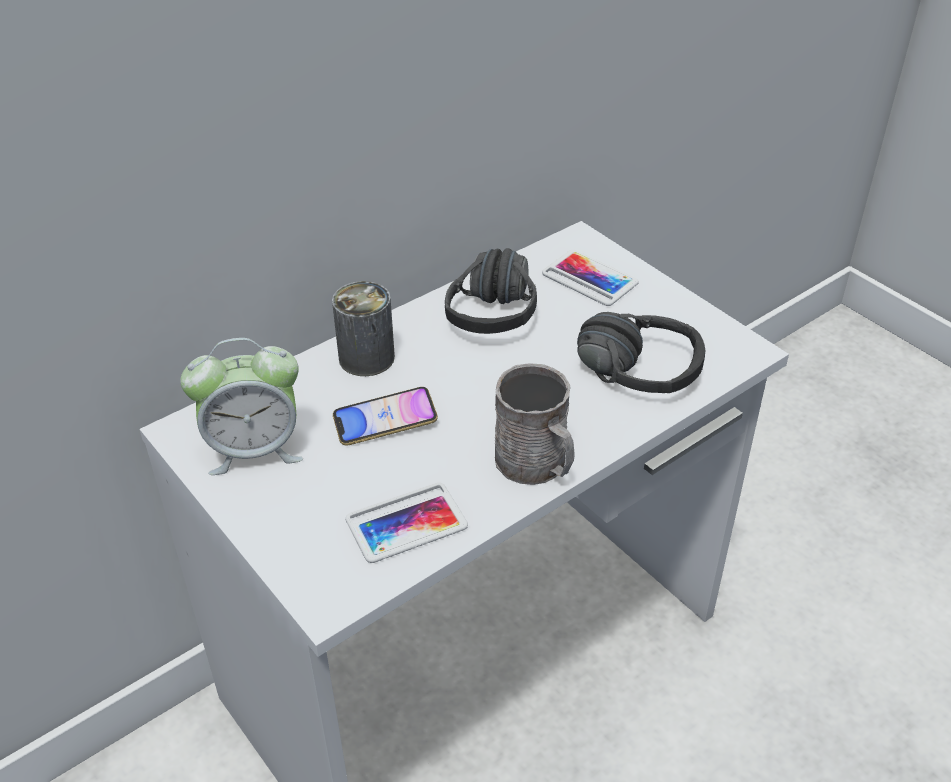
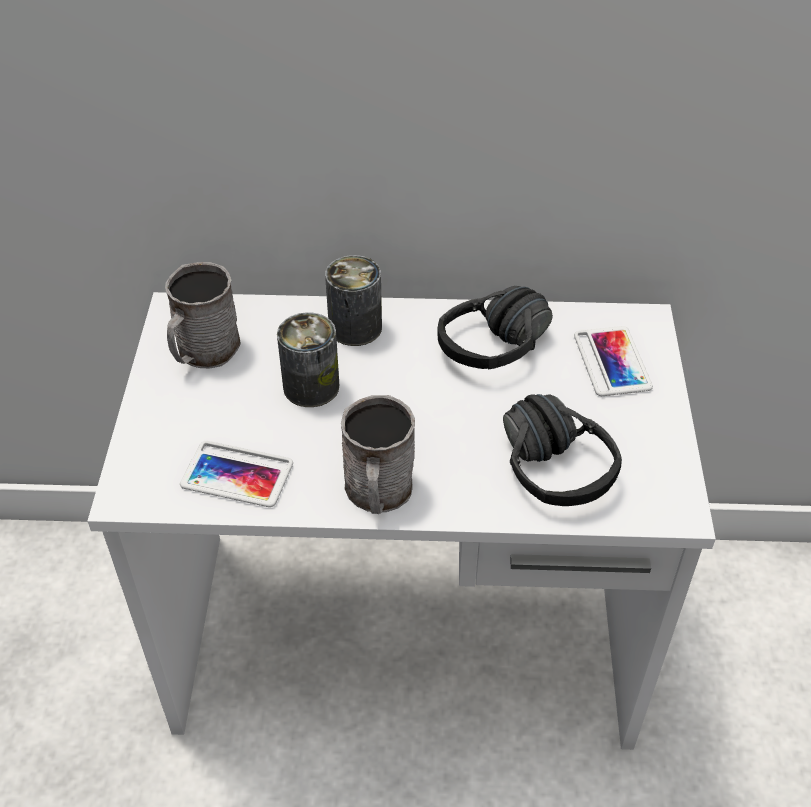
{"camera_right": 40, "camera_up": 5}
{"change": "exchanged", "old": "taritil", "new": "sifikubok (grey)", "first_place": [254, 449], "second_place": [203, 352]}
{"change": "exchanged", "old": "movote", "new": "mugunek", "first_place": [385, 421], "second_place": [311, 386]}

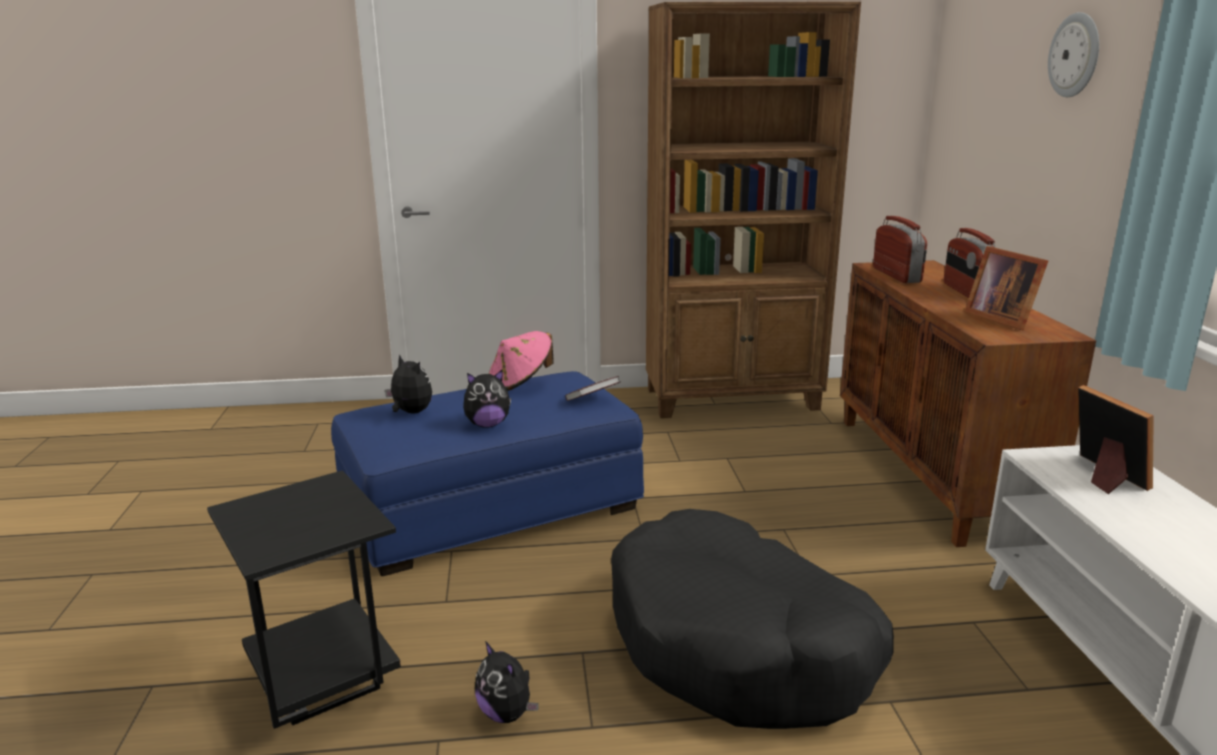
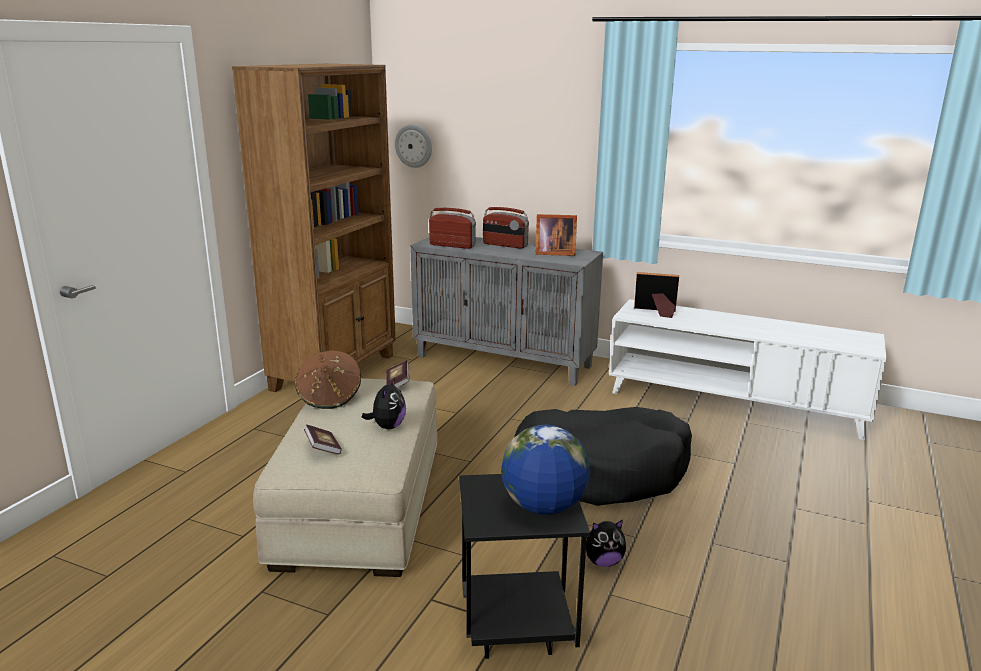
{"camera_right": -60, "camera_up": 0}
{"change": "relocated", "old": "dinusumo", "first_place": [1075, 55], "second_place": [414, 146]}
{"change": "colour", "old": "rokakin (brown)", "new": "rokakin (grey)", "first_place": [933, 474], "second_place": [505, 361]}
{"change": "colour", "old": "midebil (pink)", "new": "midebil (brown)", "first_place": [521, 382], "second_place": [330, 397]}
{"change": "exchanged", "old": "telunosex", "new": "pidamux", "first_place": [410, 412], "second_place": [323, 448]}
{"change": "colour", "old": "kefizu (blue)", "new": "kefizu (beige)", "first_place": [491, 508], "second_place": [360, 504]}
{"change": "appeared", "new": "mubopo", "second_place": [543, 507]}

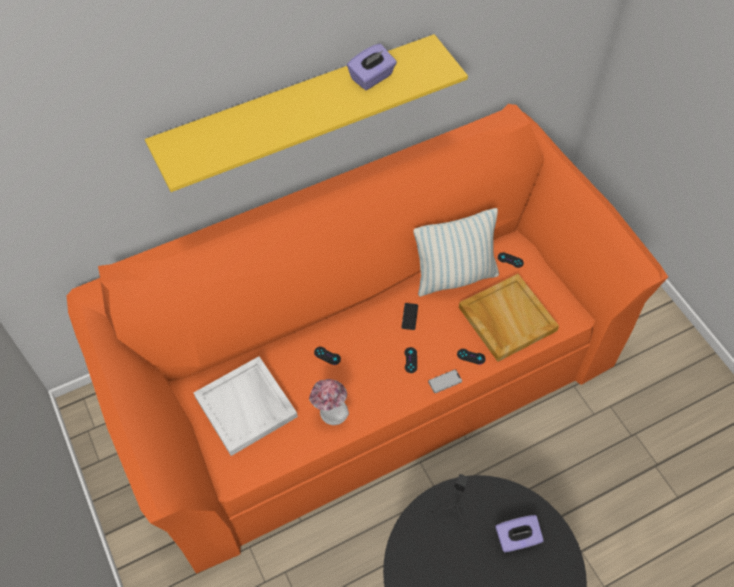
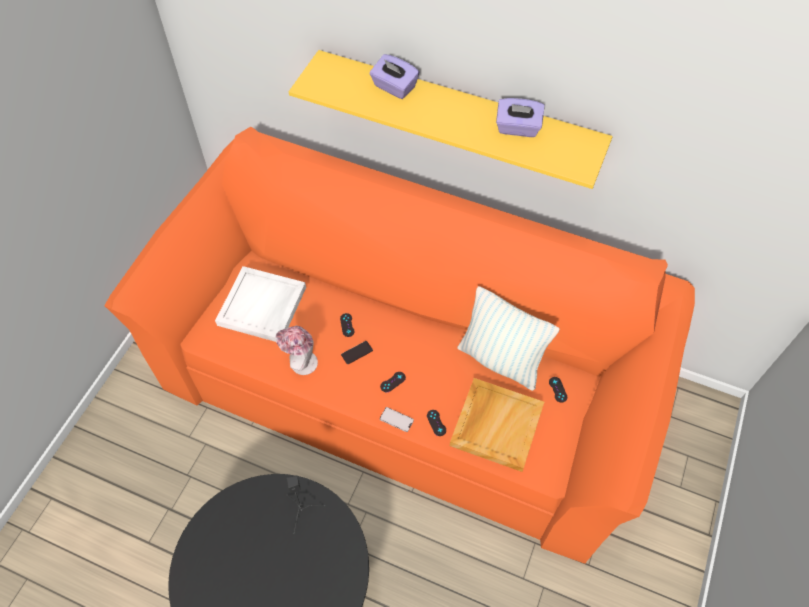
{"camera_right": 50, "camera_up": 0}
{"change": "relocated", "old": "movote", "first_place": [409, 316], "second_place": [357, 352]}
{"change": "relocated", "old": "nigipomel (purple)", "first_place": [517, 539], "second_place": [394, 87]}

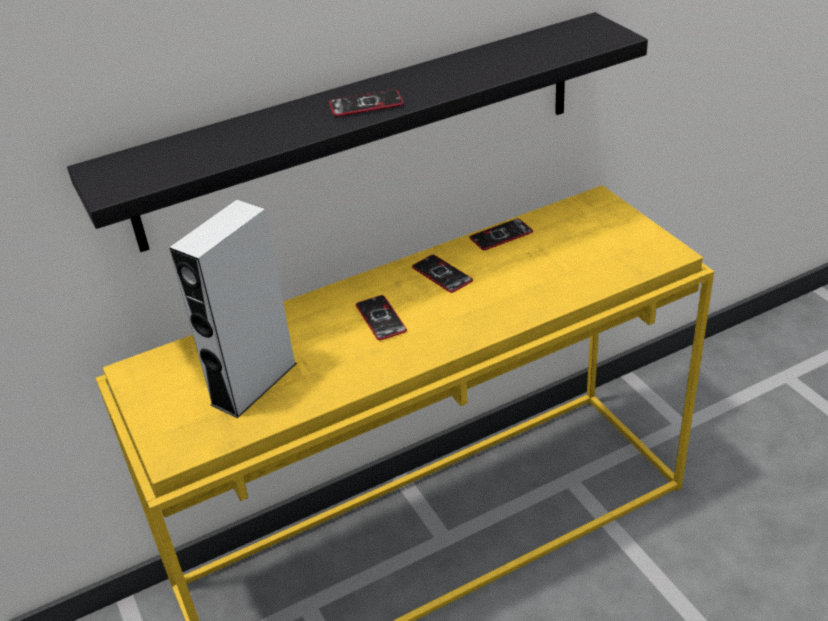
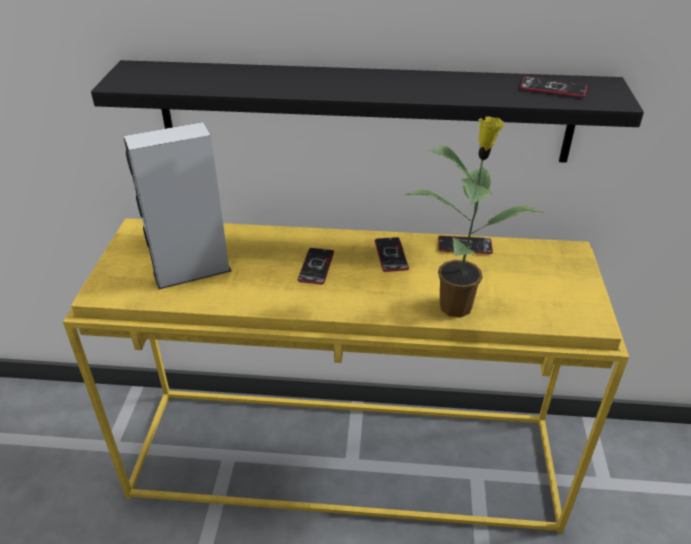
{"camera_right": 30, "camera_up": 0}
{"change": "relocated", "old": "movote", "first_place": [366, 104], "second_place": [553, 88]}
{"change": "appeared", "new": "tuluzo", "second_place": [457, 305]}

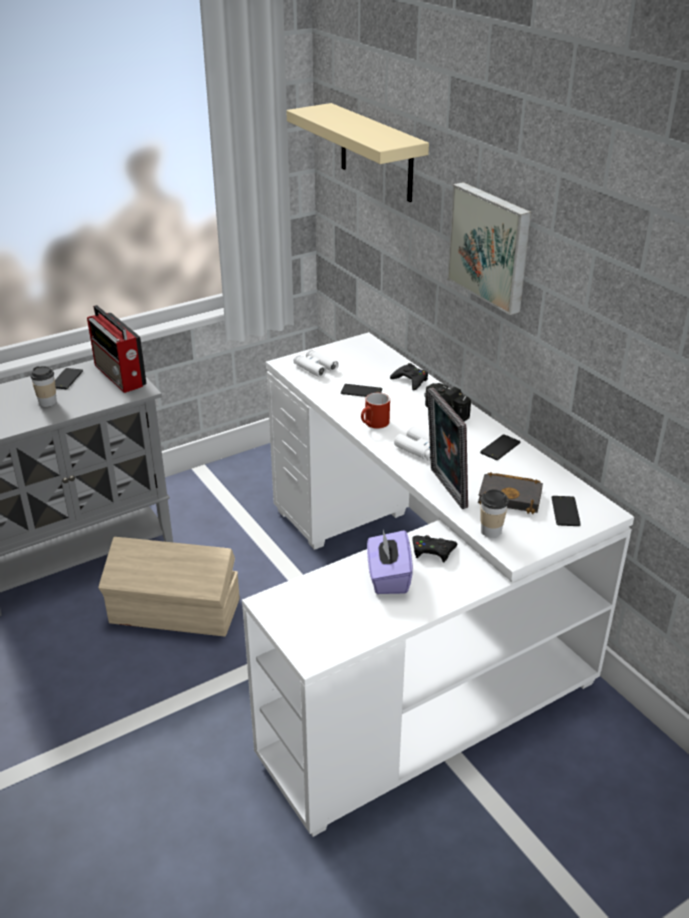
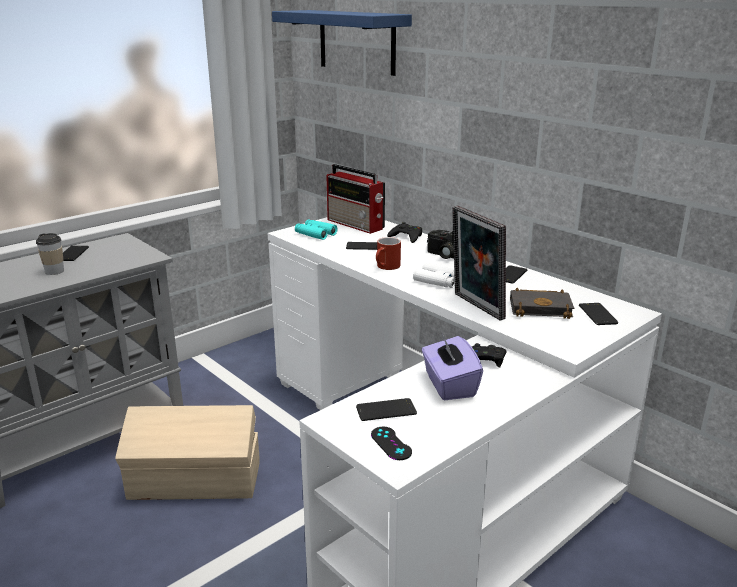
{"camera_right": -10, "camera_up": -10}
{"change": "colour", "old": "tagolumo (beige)", "new": "tagolumo (blue)", "first_place": [376, 153], "second_place": [356, 41]}
{"change": "missing", "old": "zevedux", "first_place": [491, 246]}
{"change": "relocated", "old": "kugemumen", "first_place": [120, 376], "second_place": [356, 224]}
{"change": "colour", "old": "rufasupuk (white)", "new": "rufasupuk (turquoise)", "first_place": [315, 368], "second_place": [315, 234]}
{"change": "missing", "old": "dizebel", "first_place": [491, 531]}
{"change": "appeared", "new": "movote", "second_place": [386, 410]}
{"change": "appeared", "new": "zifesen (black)", "second_place": [391, 443]}

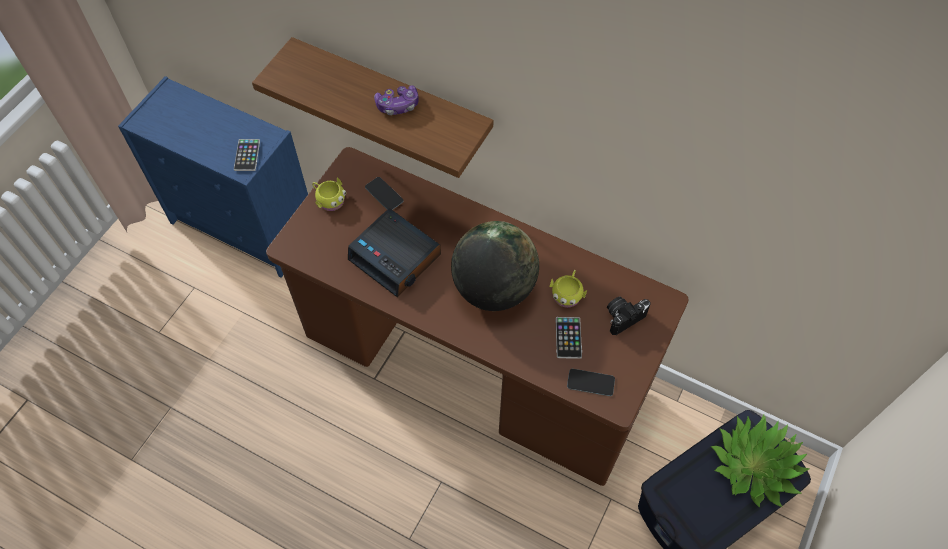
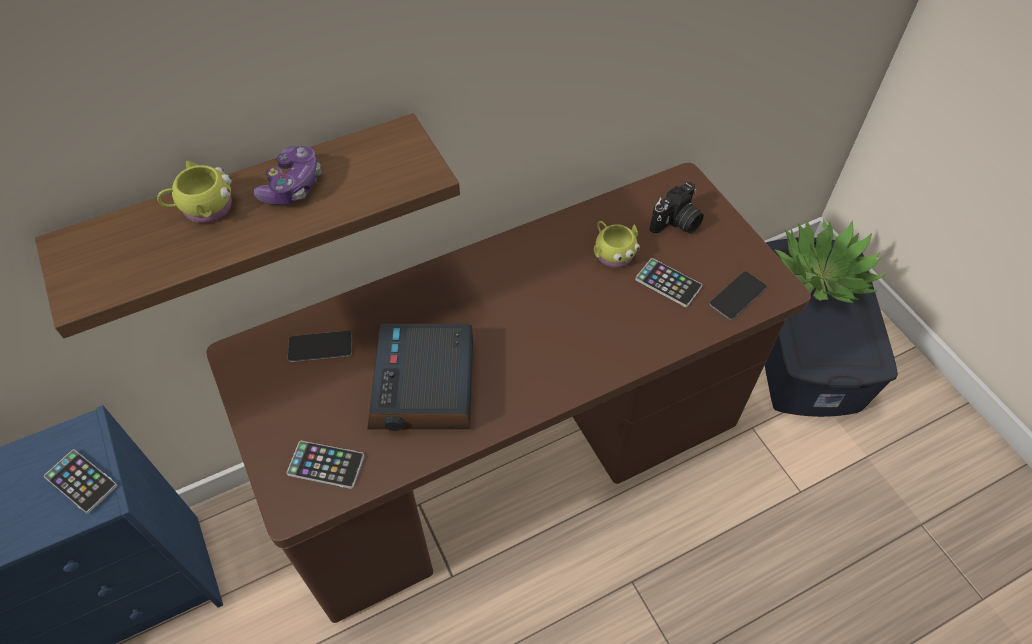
{"camera_right": -55, "camera_up": -5}
{"change": "relocated", "old": "sifikubok (yellow)", "first_place": [329, 200], "second_place": [203, 208]}
{"change": "spun", "old": "taritil", "first_place": [396, 257], "second_place": [424, 386], "degrees": 105}
{"change": "missing", "old": "mubopo", "first_place": [494, 288]}
{"change": "spun", "old": "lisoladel", "first_place": [623, 317], "second_place": [677, 223], "degrees": -135}
{"change": "appeared", "new": "movote", "second_place": [326, 465]}

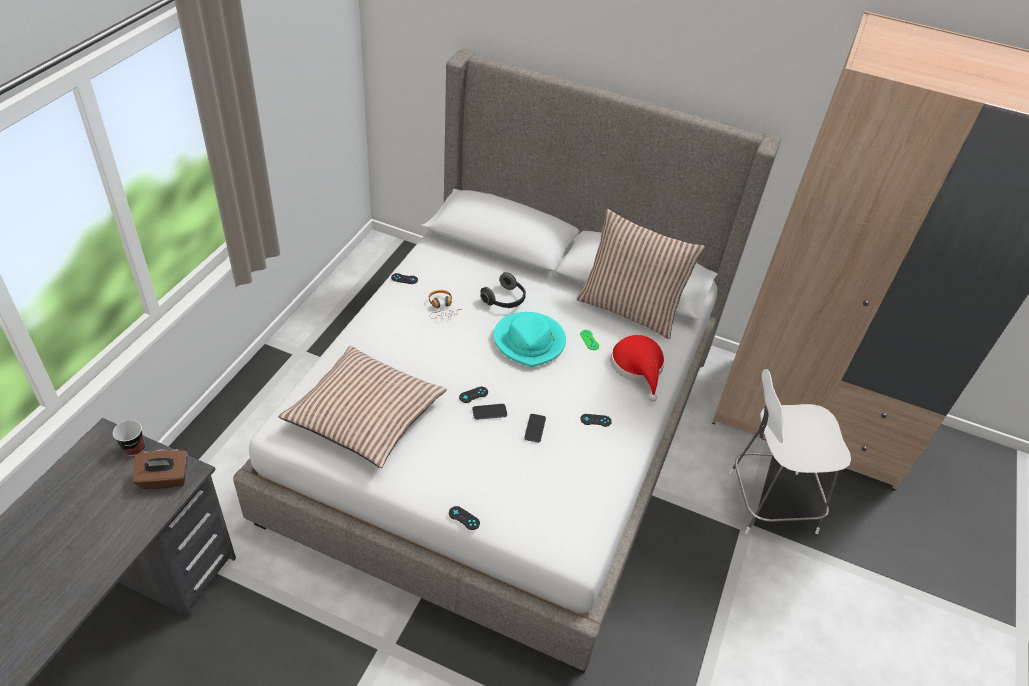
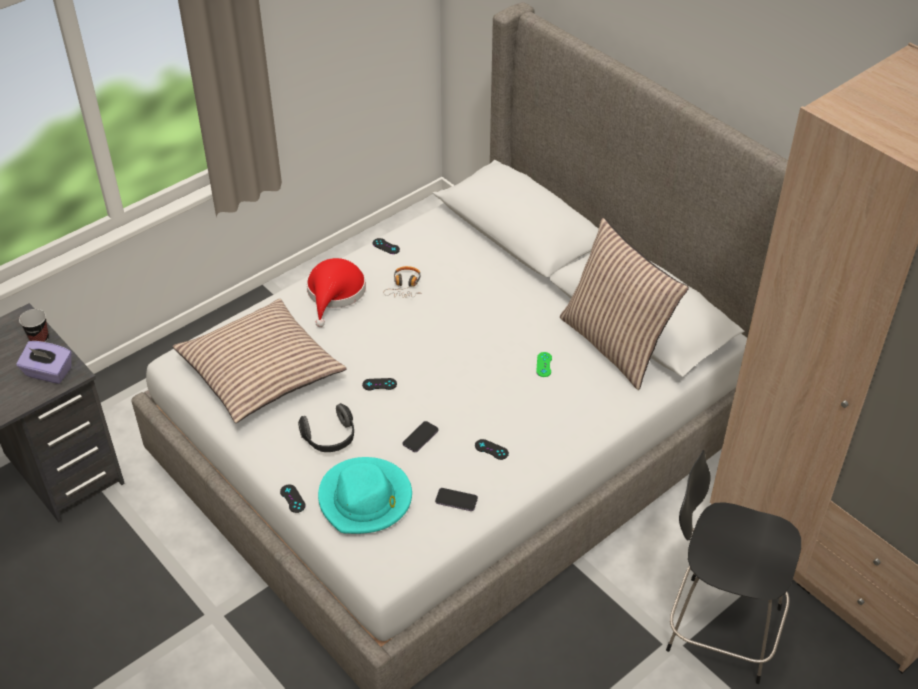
{"camera_right": 30, "camera_up": 0}
{"change": "relocated", "old": "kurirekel", "first_place": [505, 300], "second_place": [330, 439]}
{"change": "relocated", "old": "midebil (turquoise)", "first_place": [530, 341], "second_place": [365, 499]}
{"change": "relocated", "old": "midebil (red)", "first_place": [638, 367], "second_place": [335, 293]}
{"change": "colour", "old": "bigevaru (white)", "new": "bigevaru (black)", "first_place": [768, 502], "second_place": [719, 627]}
{"change": "relocated", "old": "movote", "first_place": [489, 412], "second_place": [456, 500]}
{"change": "colour", "old": "nigipomel (brown)", "new": "nigipomel (purple)", "first_place": [164, 479], "second_place": [48, 373]}

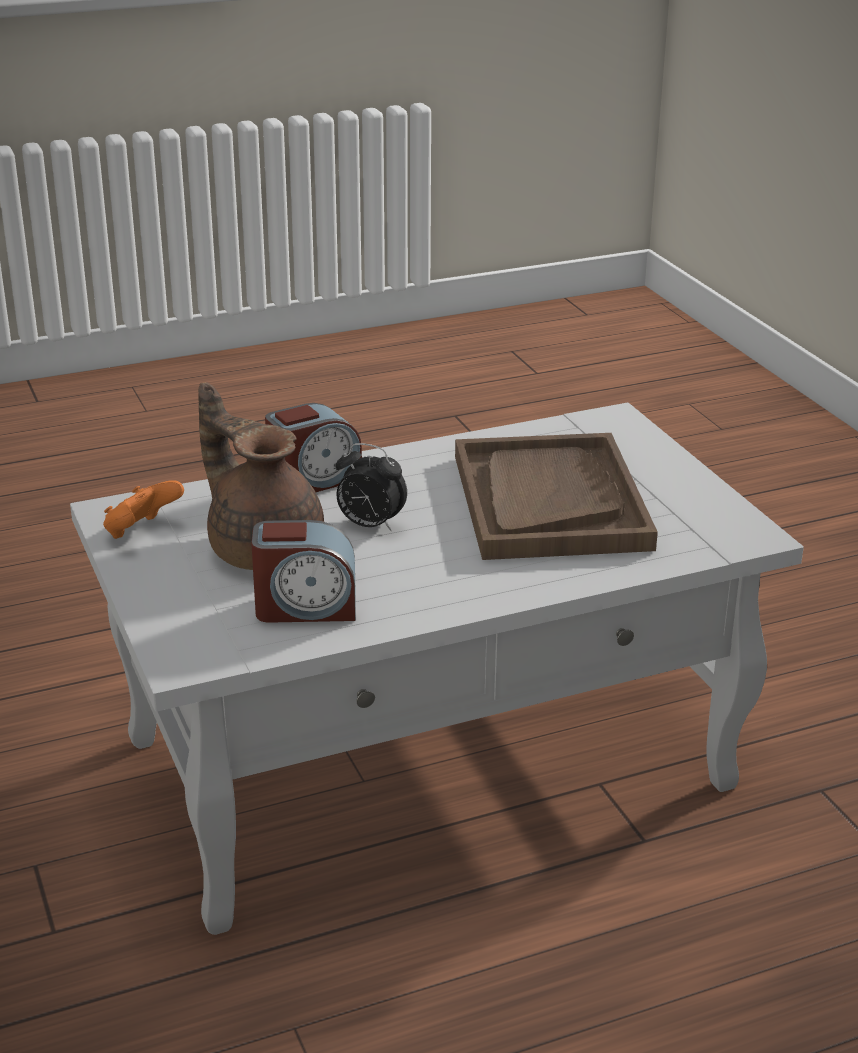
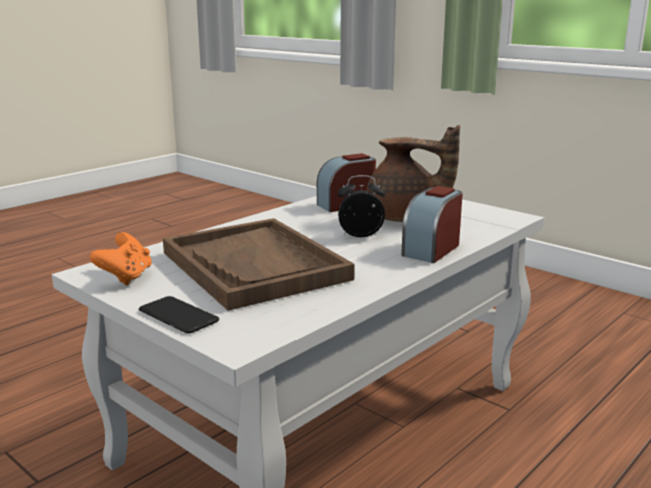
{"camera_right": 155, "camera_up": -10}
{"change": "relocated", "old": "zifesen (orange)", "first_place": [141, 532], "second_place": [126, 277]}
{"change": "appeared", "new": "movote", "second_place": [178, 316]}

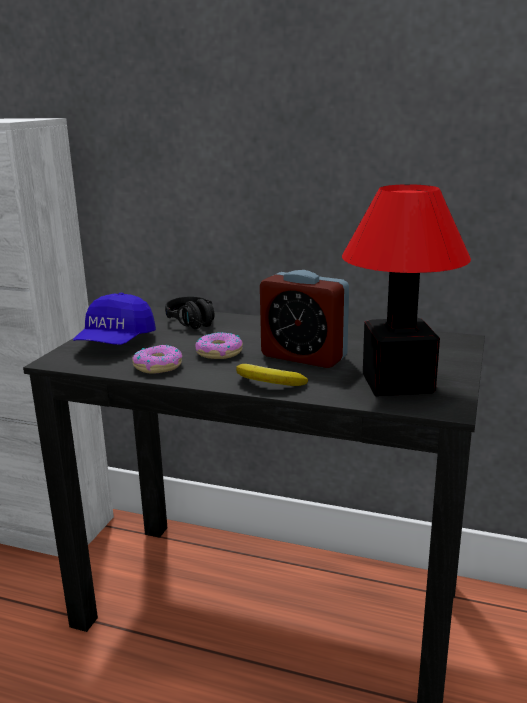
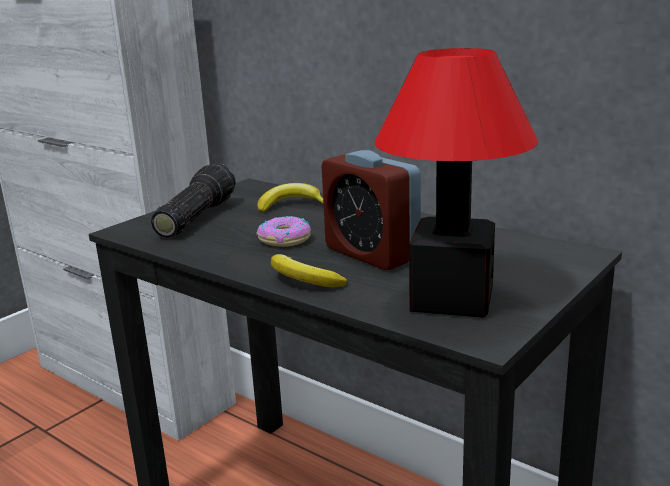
{"camera_right": 20, "camera_up": 0}
{"change": "exchanged", "old": "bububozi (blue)", "new": "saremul", "first_place": [116, 342], "second_place": [194, 217]}
{"change": "exchanged", "old": "kurirekel (black)", "new": "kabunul", "first_place": [195, 324], "second_place": [290, 205]}
{"change": "missing", "old": "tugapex", "first_place": [158, 366]}

